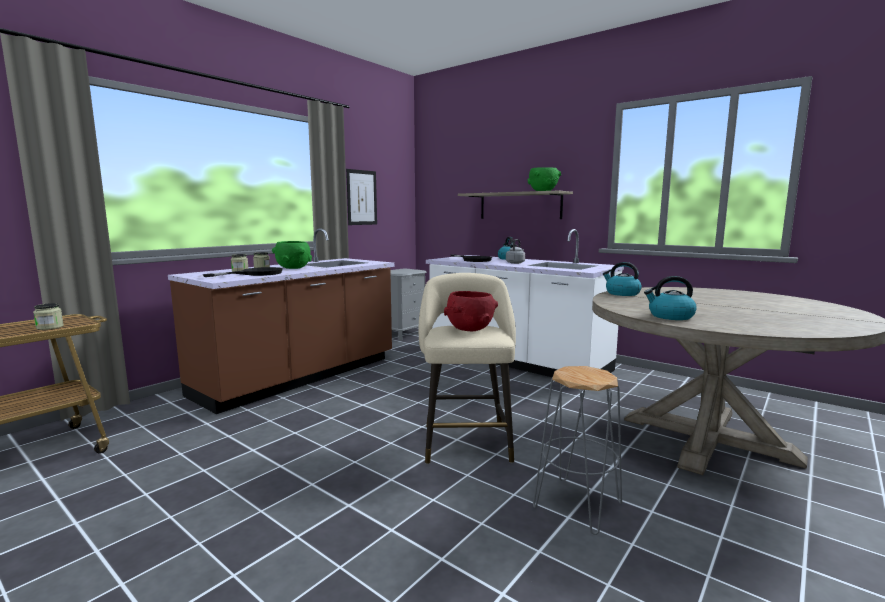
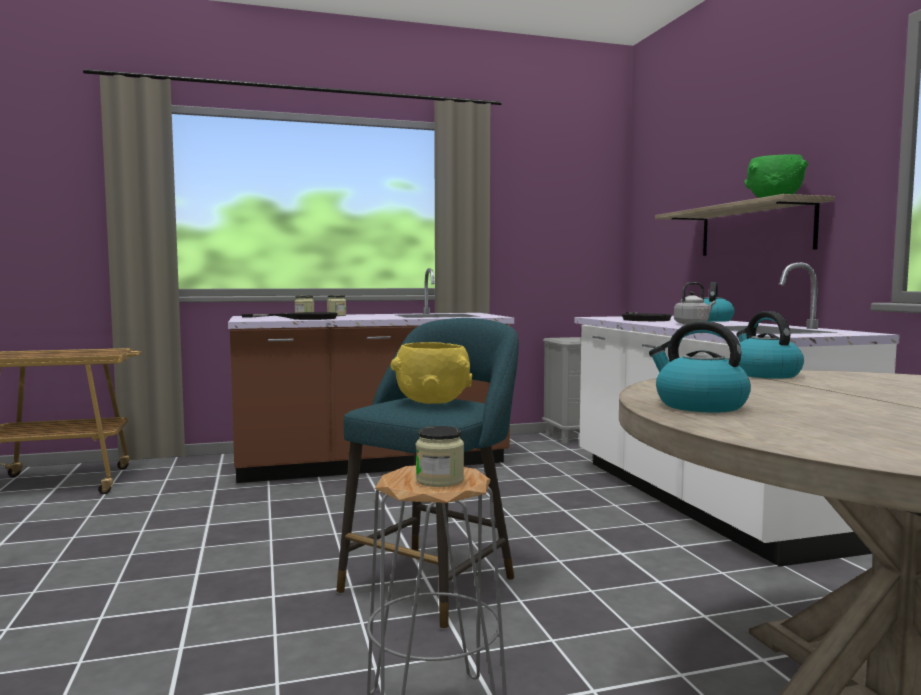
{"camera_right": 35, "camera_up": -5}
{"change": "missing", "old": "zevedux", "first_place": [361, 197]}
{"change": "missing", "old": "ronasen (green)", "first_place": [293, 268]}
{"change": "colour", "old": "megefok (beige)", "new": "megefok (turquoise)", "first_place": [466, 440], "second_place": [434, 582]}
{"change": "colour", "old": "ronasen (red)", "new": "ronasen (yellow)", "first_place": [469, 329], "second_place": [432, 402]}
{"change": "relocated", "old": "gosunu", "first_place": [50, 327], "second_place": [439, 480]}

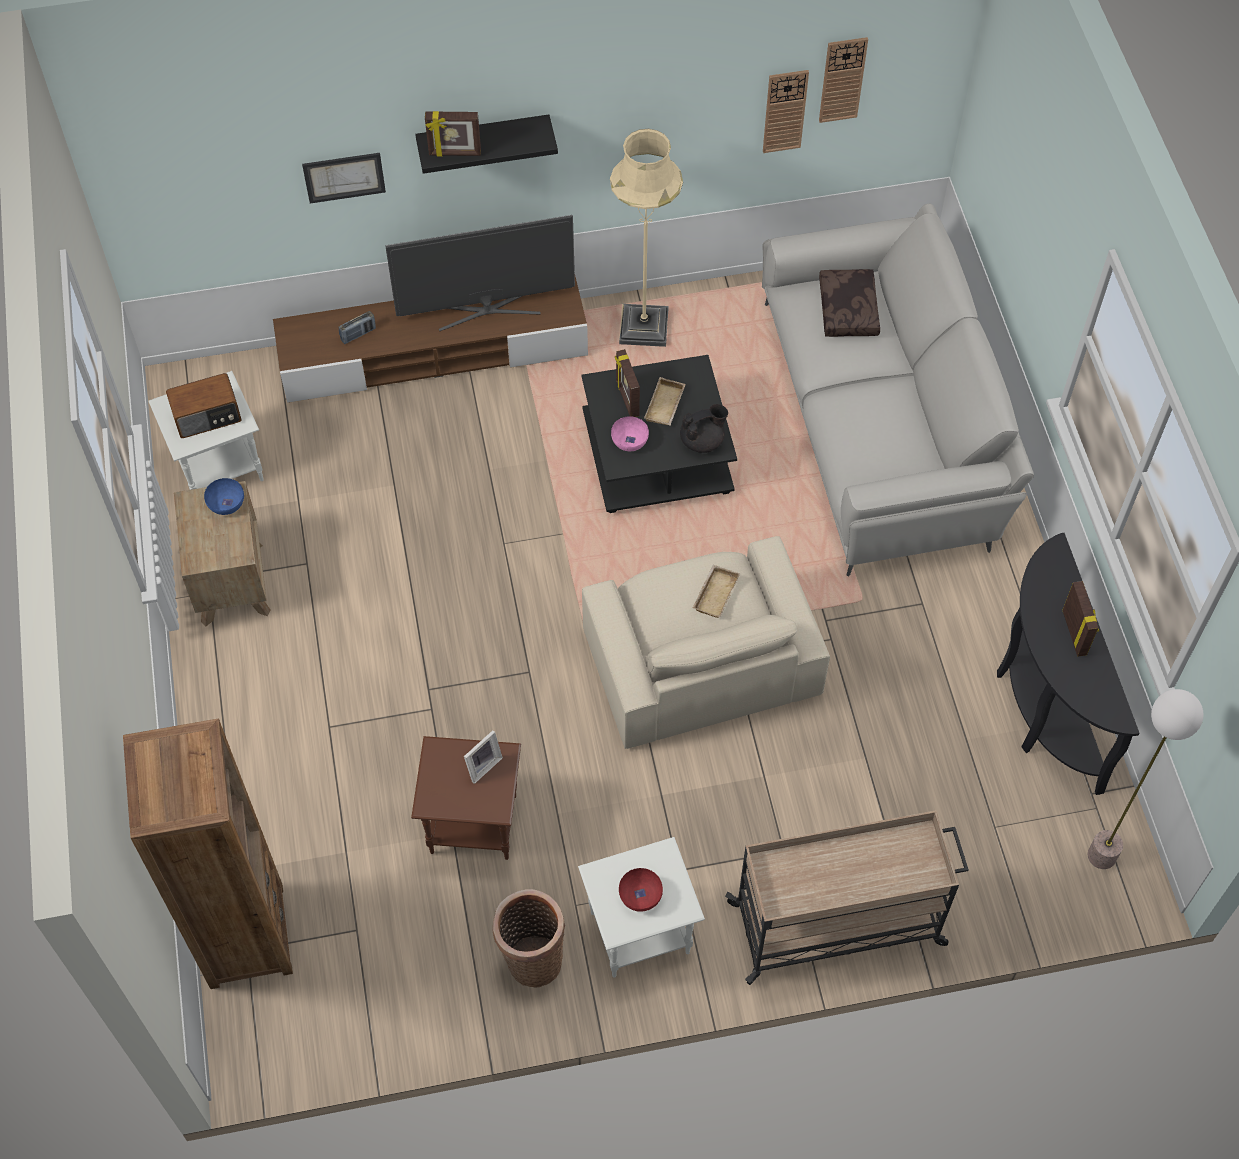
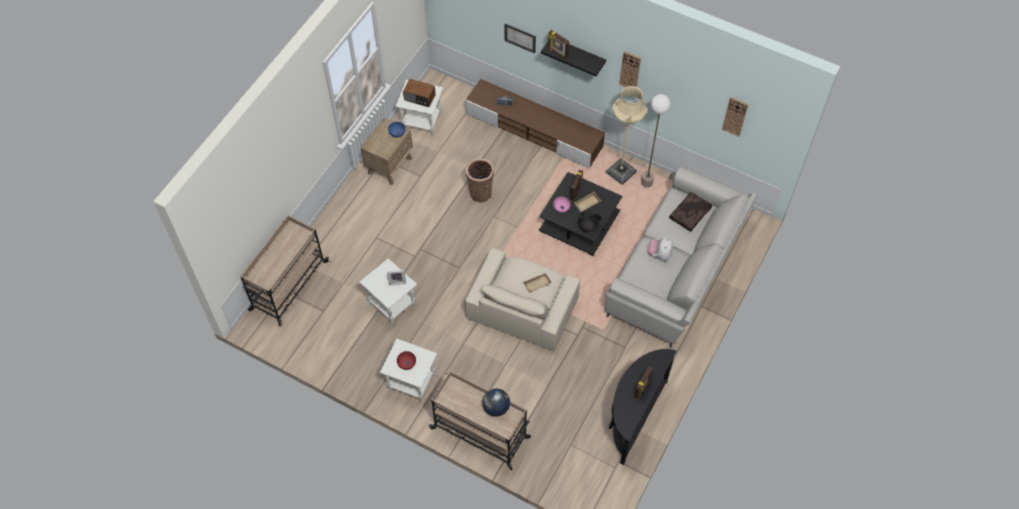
{"camera_right": 40, "camera_up": 0}
{"change": "relocated", "old": "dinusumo", "first_place": [784, 111], "second_place": [630, 70]}
{"change": "missing", "old": "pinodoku", "first_place": [487, 309]}
{"change": "relocated", "old": "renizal", "first_place": [1101, 855], "second_place": [646, 183]}
{"change": "exchanged", "old": "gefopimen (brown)", "new": "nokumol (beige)", "first_place": [246, 936], "second_place": [288, 286]}
{"change": "colour", "old": "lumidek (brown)", "new": "lumidek (white)", "first_place": [472, 824], "second_place": [391, 305]}
{"change": "relocated", "old": "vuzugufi", "first_place": [531, 958], "second_place": [480, 192]}
{"change": "appeared", "new": "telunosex", "second_place": [659, 254]}
{"change": "appeared", "new": "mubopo", "second_place": [496, 408]}

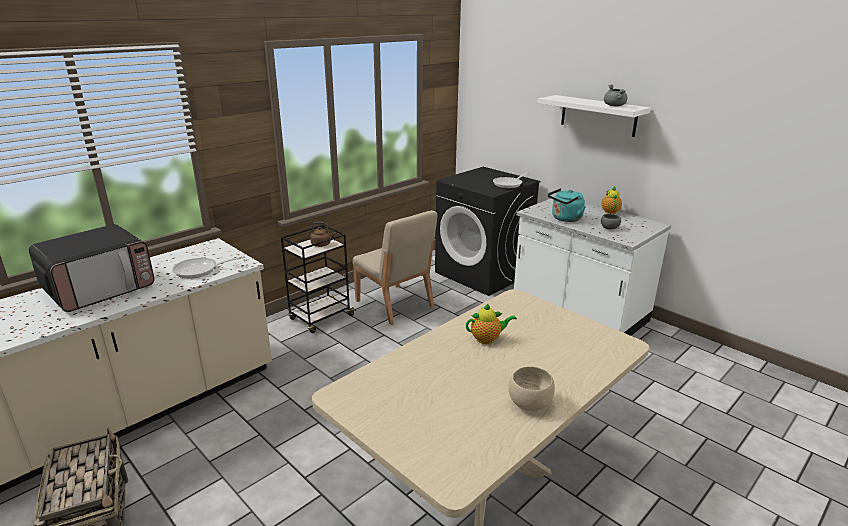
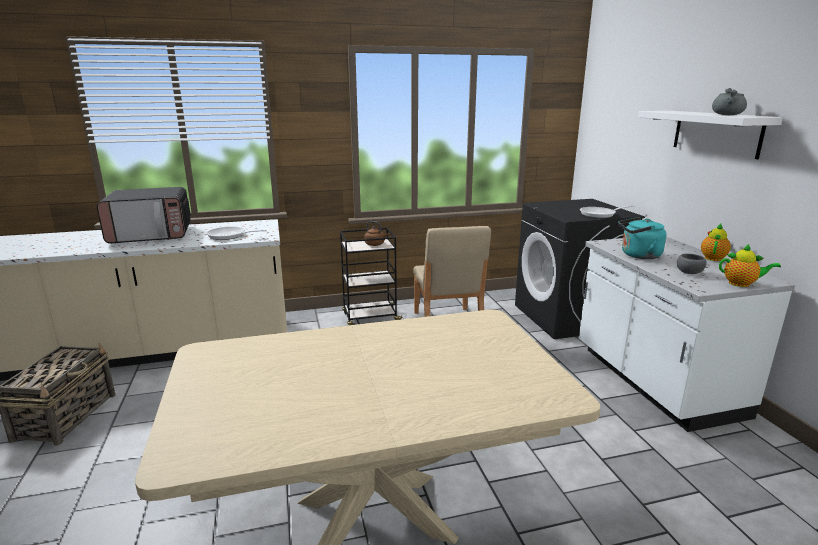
{"camera_right": 30, "camera_up": -5}
{"change": "relocated", "old": "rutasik", "first_place": [487, 339], "second_place": [741, 284]}
{"change": "missing", "old": "ronasen (beige)", "first_place": [529, 404]}

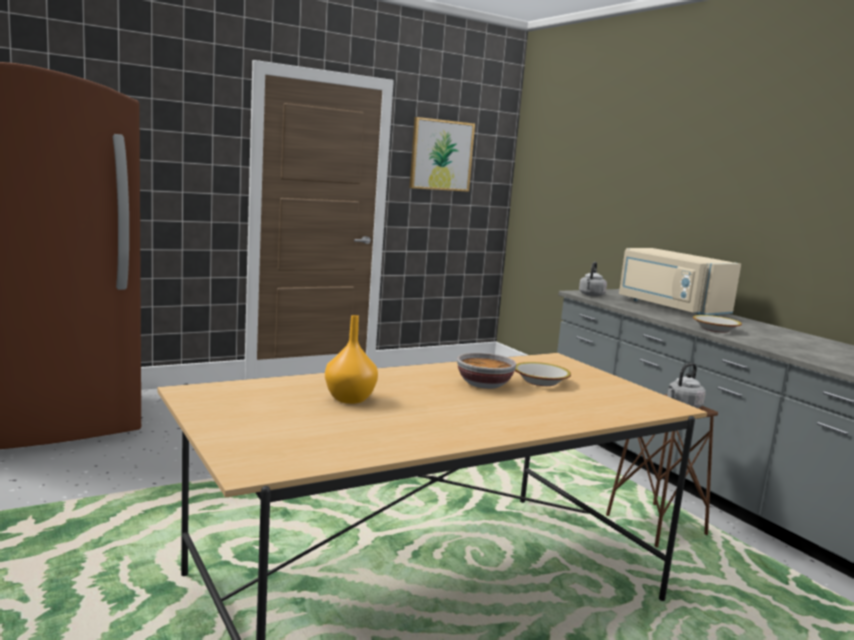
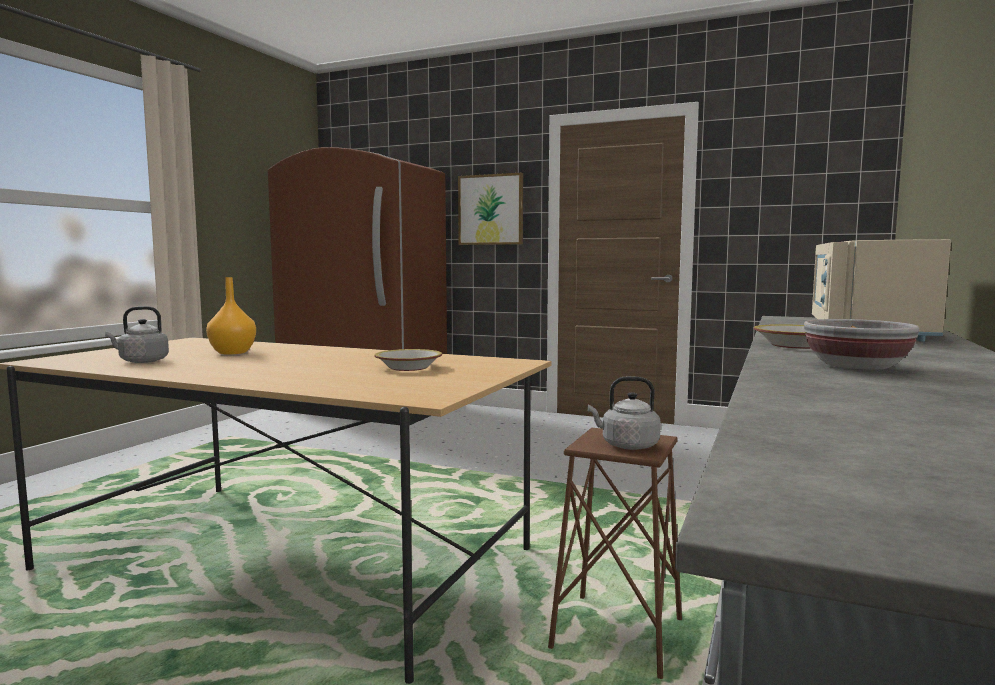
{"camera_right": 55, "camera_up": -5}
{"change": "relocated", "old": "zevedux", "first_place": [441, 155], "second_place": [490, 209]}
{"change": "relocated", "old": "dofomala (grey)", "first_place": [591, 295], "second_place": [141, 361]}
{"change": "relocated", "old": "ronasen", "first_place": [484, 384], "second_place": [857, 366]}

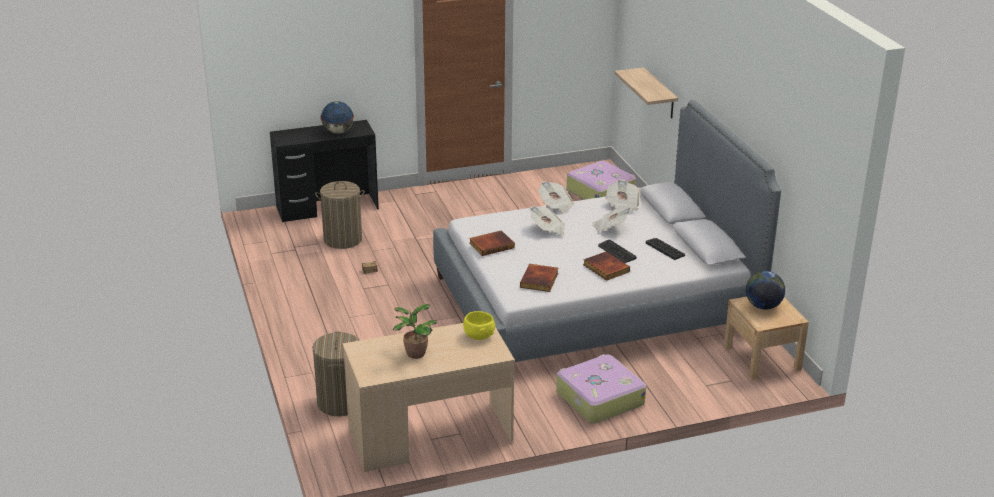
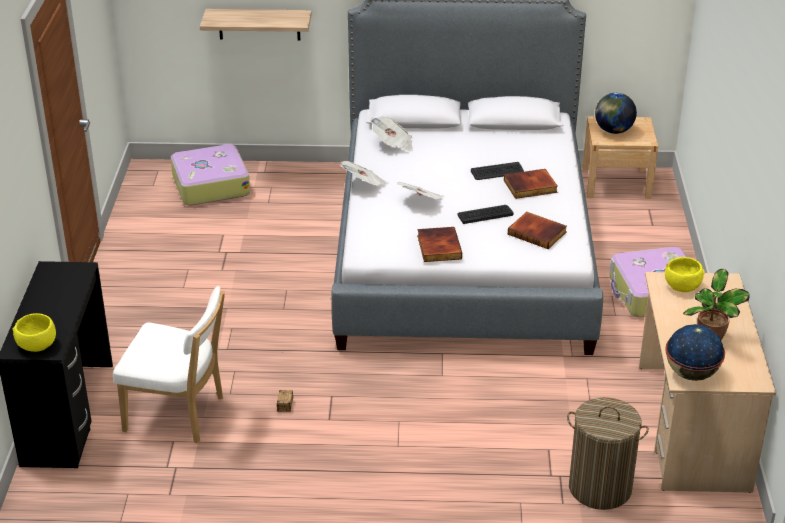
{"camera_right": -70, "camera_up": 5}
{"change": "relocated", "old": "mubopo", "first_place": [337, 132], "second_place": [691, 374]}
{"change": "exchanged", "old": "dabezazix", "new": "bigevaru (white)", "first_place": [342, 239], "second_place": [179, 415]}
{"change": "missing", "old": "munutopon", "first_place": [610, 227]}
{"change": "relocated", "old": "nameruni", "first_place": [665, 249], "second_place": [485, 214]}
{"change": "appeared", "new": "ronasen (yellow)", "second_place": [36, 345]}

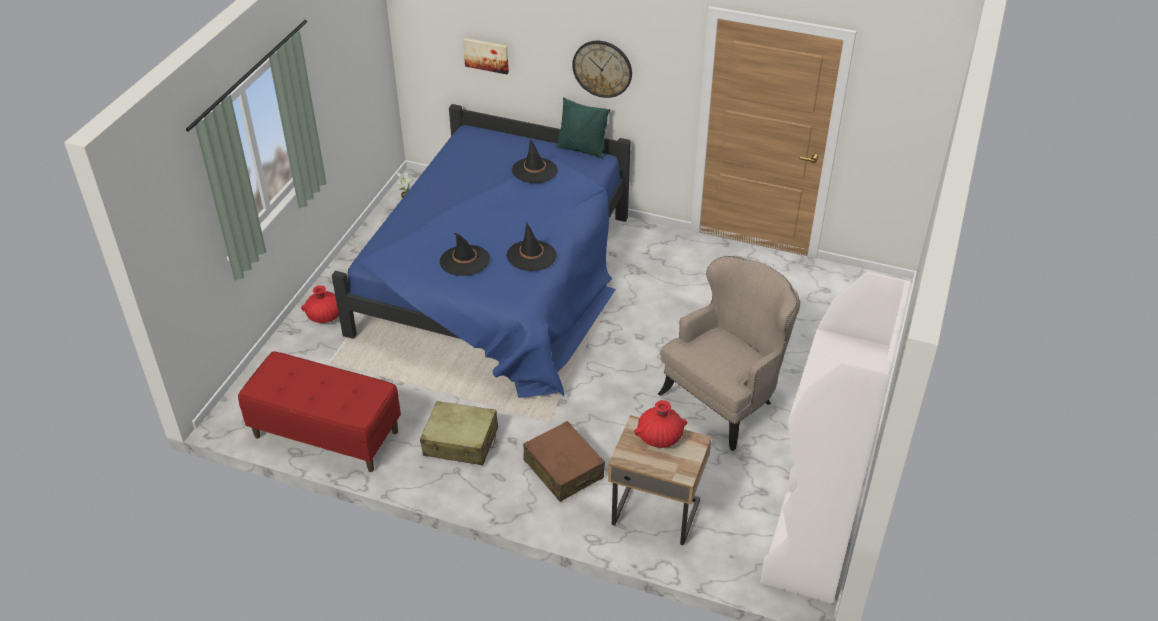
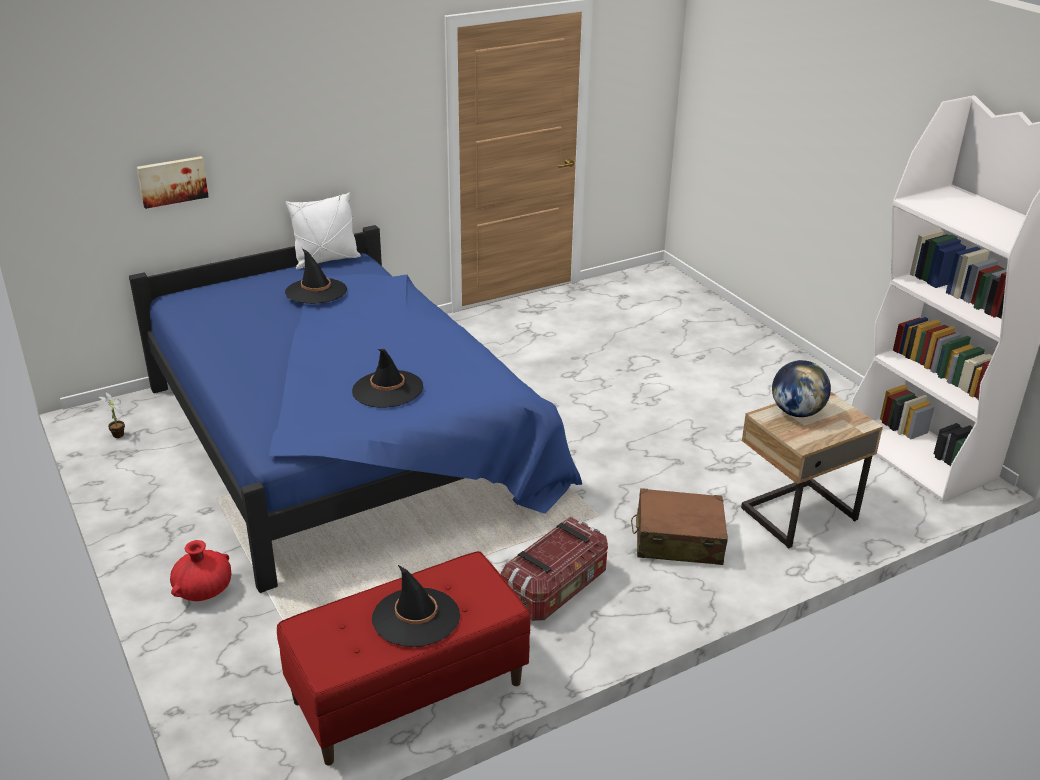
{"camera_right": -50, "camera_up": -10}
{"change": "missing", "old": "dinusumo", "first_place": [602, 68]}
{"change": "colour", "old": "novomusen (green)", "new": "novomusen (white)", "first_place": [581, 150], "second_place": [326, 260]}
{"change": "relocated", "old": "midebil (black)", "first_place": [531, 256], "second_place": [416, 617]}
{"change": "missing", "old": "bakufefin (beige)", "first_place": [725, 399]}
{"change": "exchanged", "old": "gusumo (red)", "new": "mubopo", "first_place": [659, 437], "second_place": [796, 412]}
{"change": "exchanged", "old": "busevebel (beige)", "new": "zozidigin", "first_place": [461, 442], "second_place": [555, 589]}

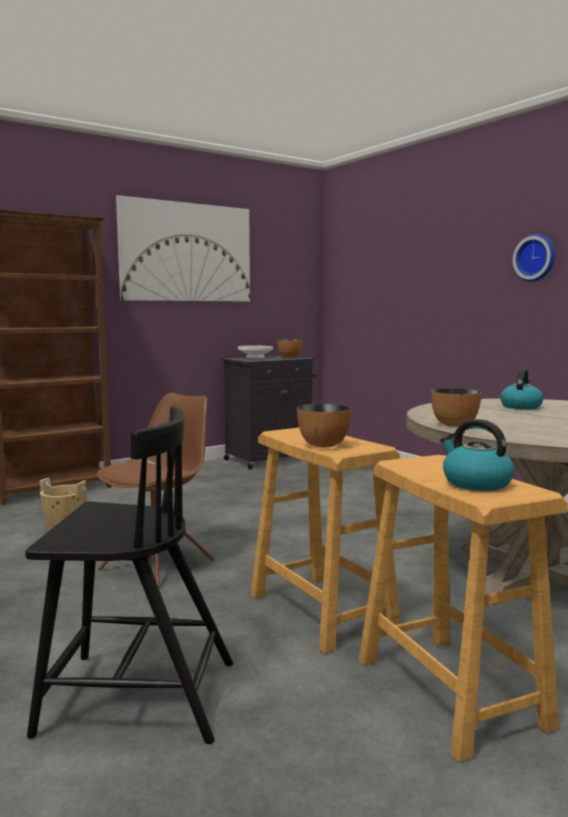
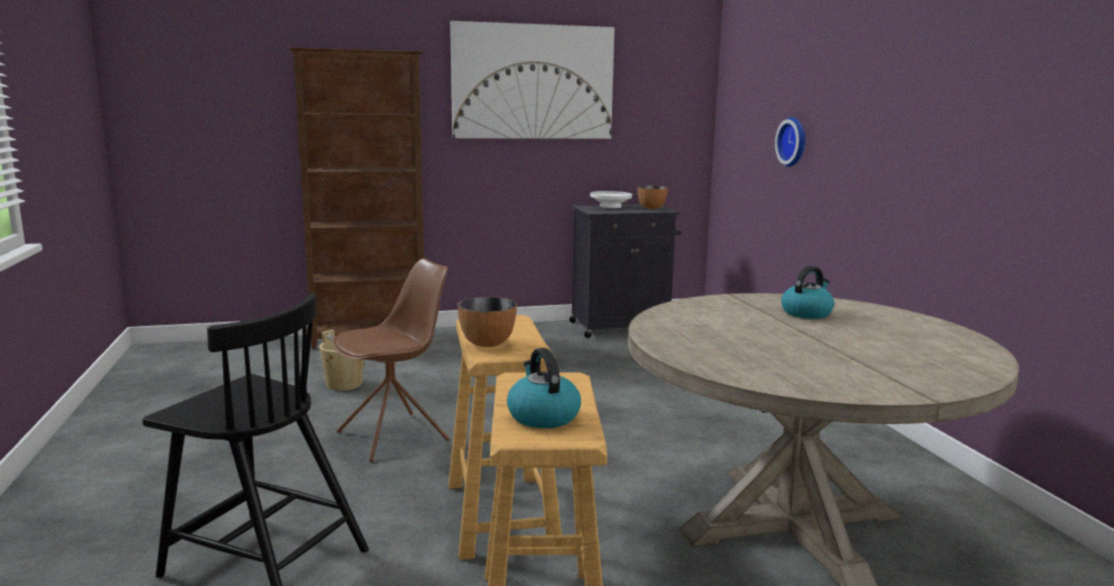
{"camera_right": 20, "camera_up": 5}
{"change": "relocated", "old": "dinusumo", "first_place": [536, 258], "second_place": [794, 142]}
{"change": "missing", "old": "ronasen", "first_place": [454, 425]}

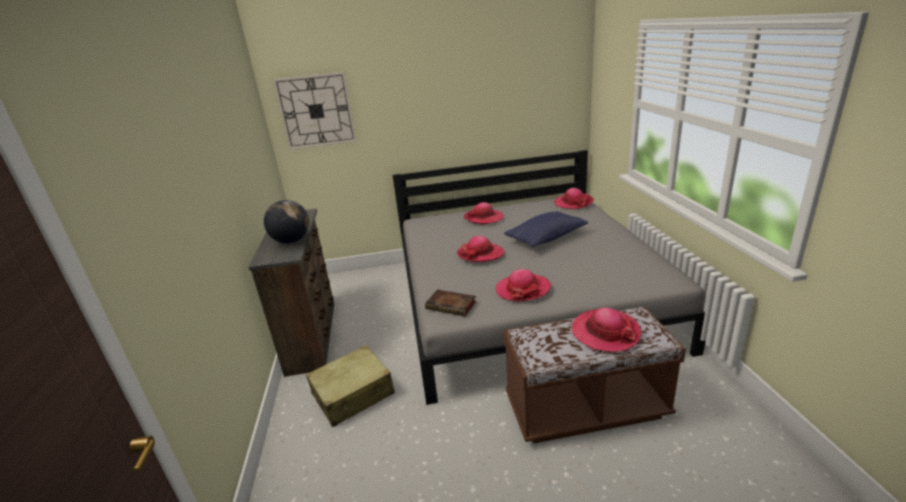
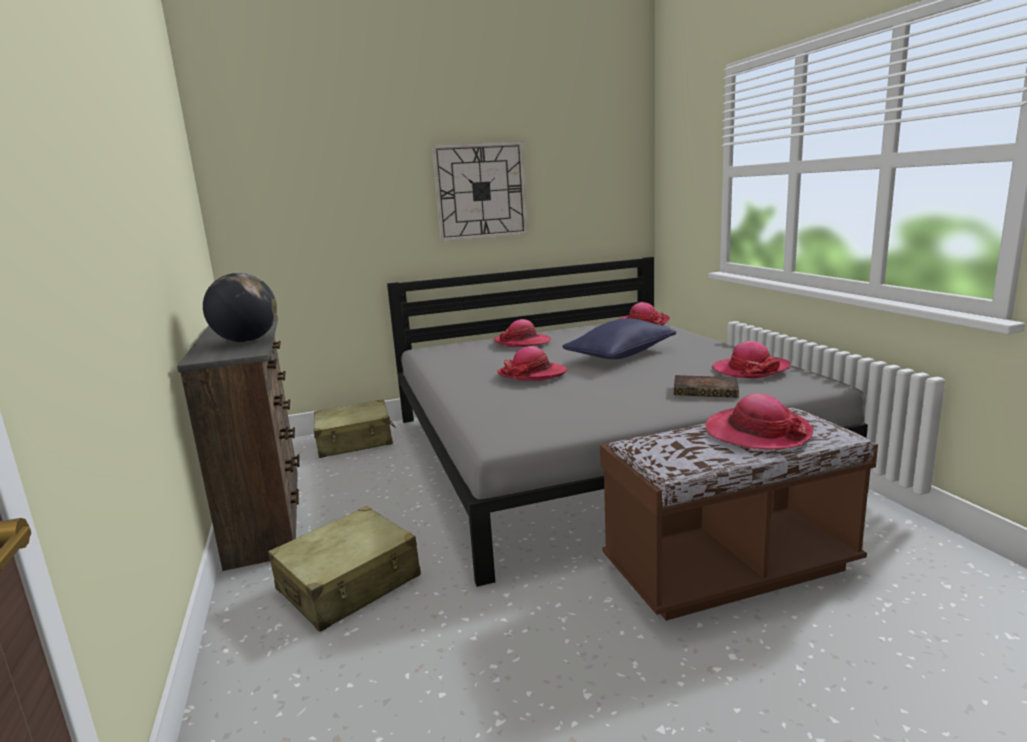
{"camera_right": -10, "camera_up": -10}
{"change": "relocated", "old": "dinusumo", "first_place": [316, 111], "second_place": [481, 191]}
{"change": "relocated", "old": "midebil", "first_place": [523, 289], "second_place": [750, 369]}
{"change": "relocated", "old": "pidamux", "first_place": [452, 305], "second_place": [707, 391]}
{"change": "appeared", "new": "busevebel (beige)", "second_place": [355, 441]}

